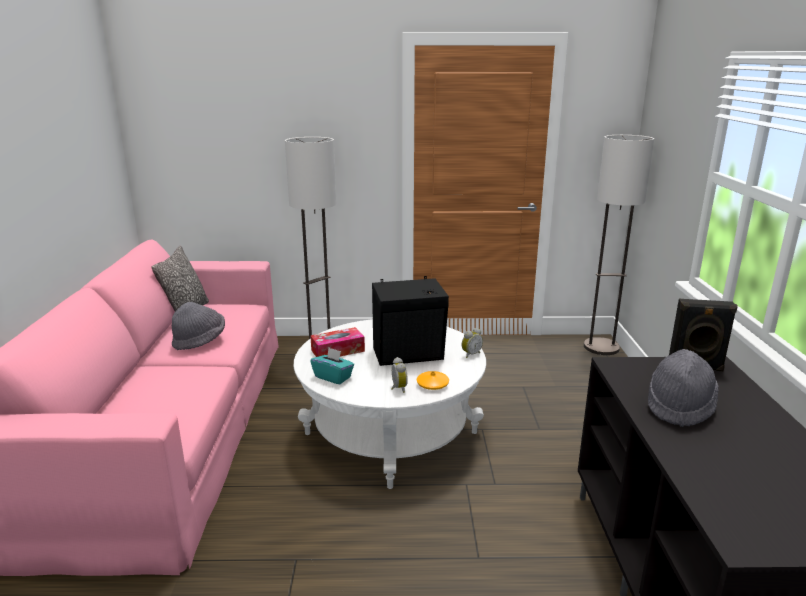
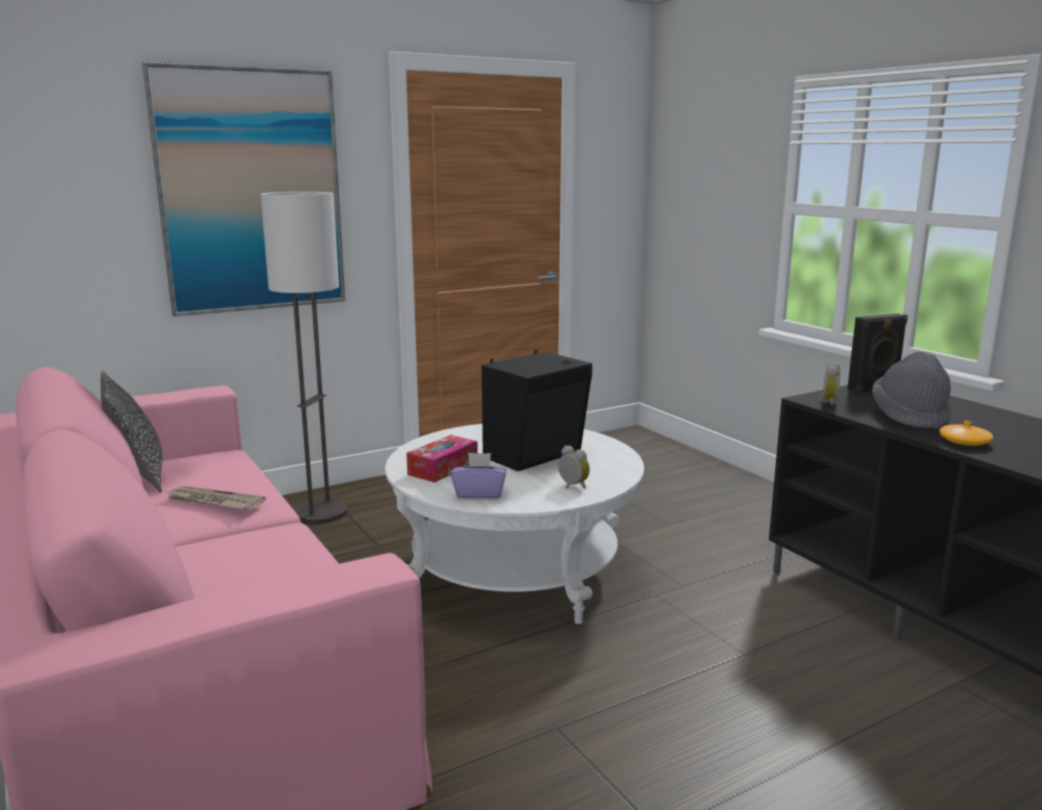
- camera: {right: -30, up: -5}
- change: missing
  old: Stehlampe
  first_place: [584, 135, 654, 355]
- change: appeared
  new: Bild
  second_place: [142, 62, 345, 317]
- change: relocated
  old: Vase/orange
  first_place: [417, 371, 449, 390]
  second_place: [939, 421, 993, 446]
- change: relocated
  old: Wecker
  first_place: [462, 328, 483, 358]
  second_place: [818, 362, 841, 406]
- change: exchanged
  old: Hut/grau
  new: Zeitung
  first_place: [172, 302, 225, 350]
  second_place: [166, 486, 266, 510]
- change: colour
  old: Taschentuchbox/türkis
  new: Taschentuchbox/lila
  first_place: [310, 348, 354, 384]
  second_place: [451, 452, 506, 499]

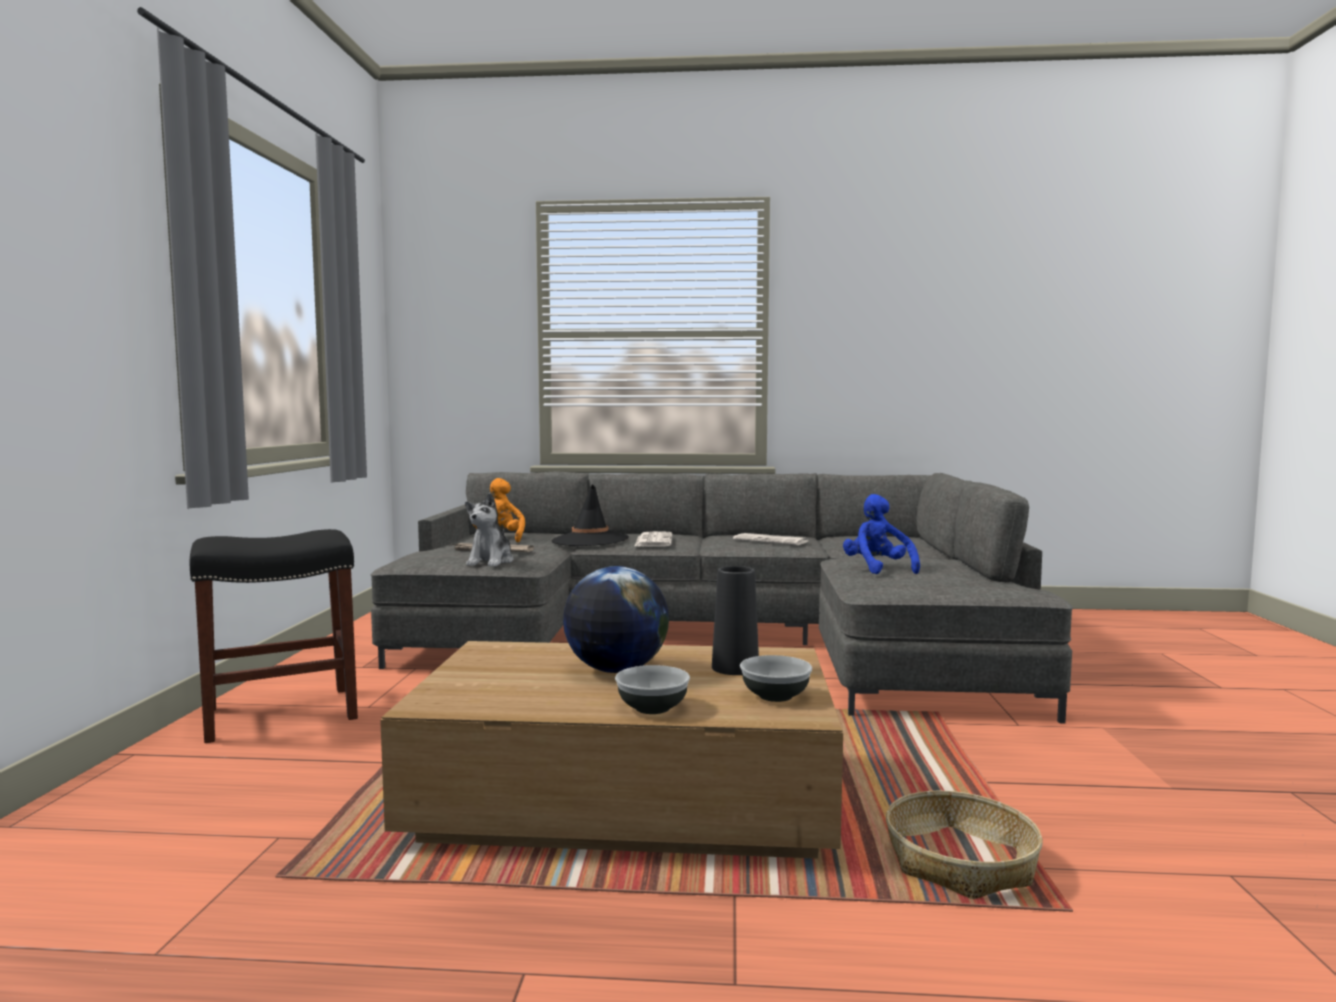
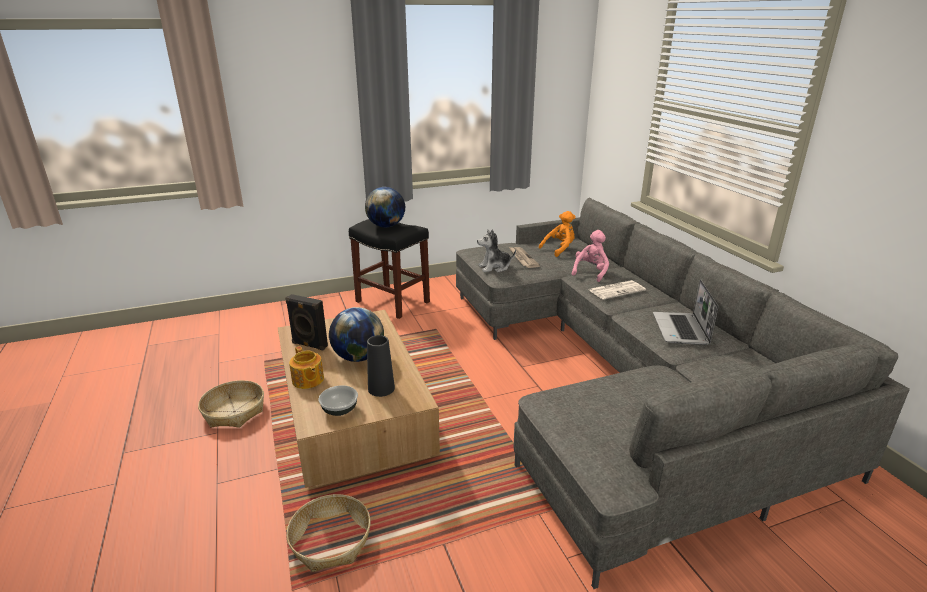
- camera: {right: 65, up: 20}
- change: missing
  old: Plüschtier/blau
  first_place: [843, 494, 920, 574]
- change: appeared
  new: Korb
  second_place: [198, 380, 264, 427]
- change: appeared
  new: Lautsprecher/schwarz
  second_place: [285, 294, 328, 350]
- change: appeared
  new: Globus
  second_place: [365, 187, 405, 227]
- change: exchanged
  old: Hut/schwarz
  new: Plüschtier/rosa
  first_place: [551, 484, 629, 546]
  second_place: [572, 230, 609, 282]
- change: exchanged
  old: Schüssel
  new: Teekanne
  first_place: [615, 665, 690, 714]
  second_place: [289, 346, 324, 389]
- change: exchanged
  old: Zeitung
  new: Laptop
  first_place: [733, 533, 808, 545]
  second_place: [653, 279, 718, 345]

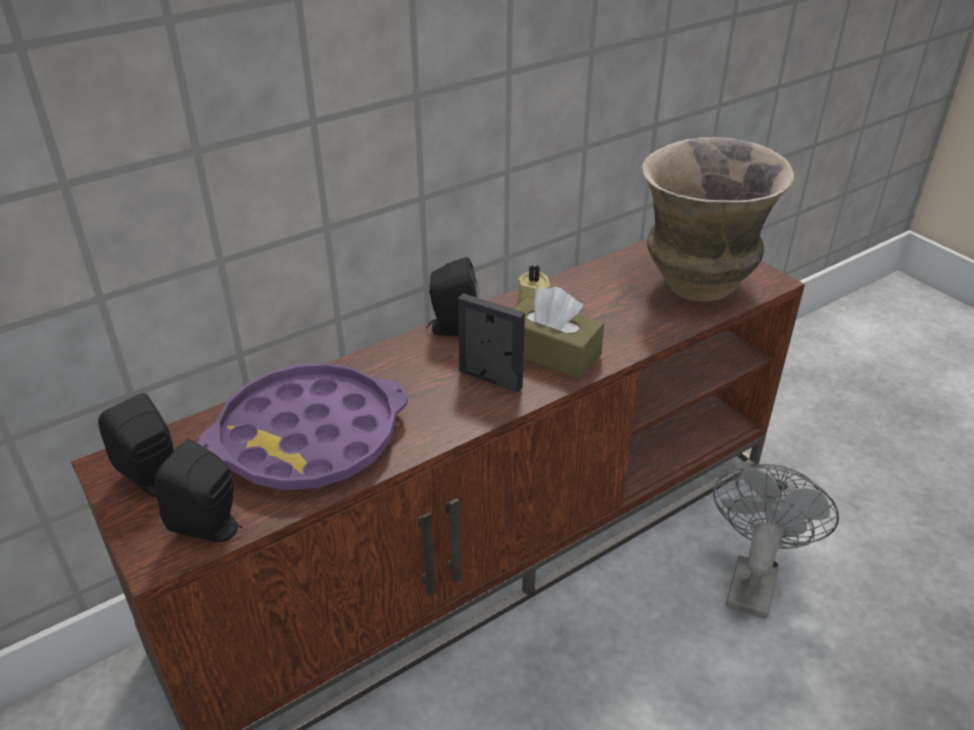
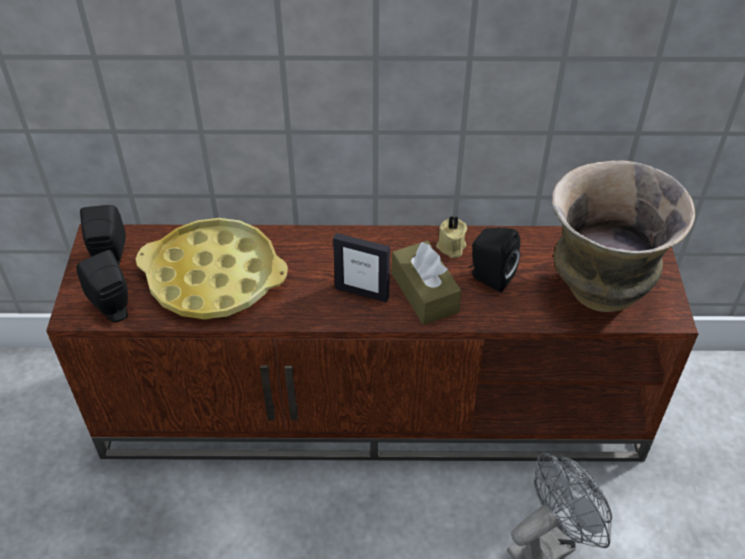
- camera: {right: 35, up: 10}
- change: relocated
  old: Lautsprecher/schwarz
  first_place: [426, 257, 479, 336]
  second_place: [469, 227, 520, 293]
- change: colour
  old: Tablett/lila
  new: Tablett/gelb
  first_place: [198, 363, 408, 490]
  second_place: [136, 218, 288, 319]
- change: spun
  old: Bilderrahmen
  first_place: [458, 293, 525, 392]
  second_place: [333, 233, 390, 303]
  degrees: 135

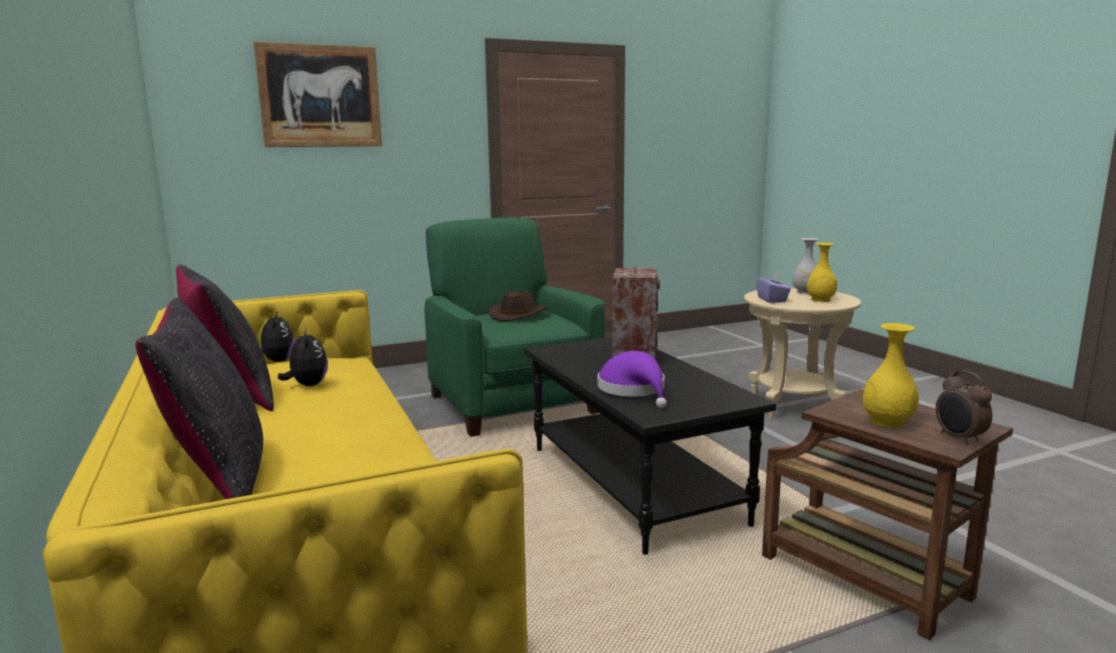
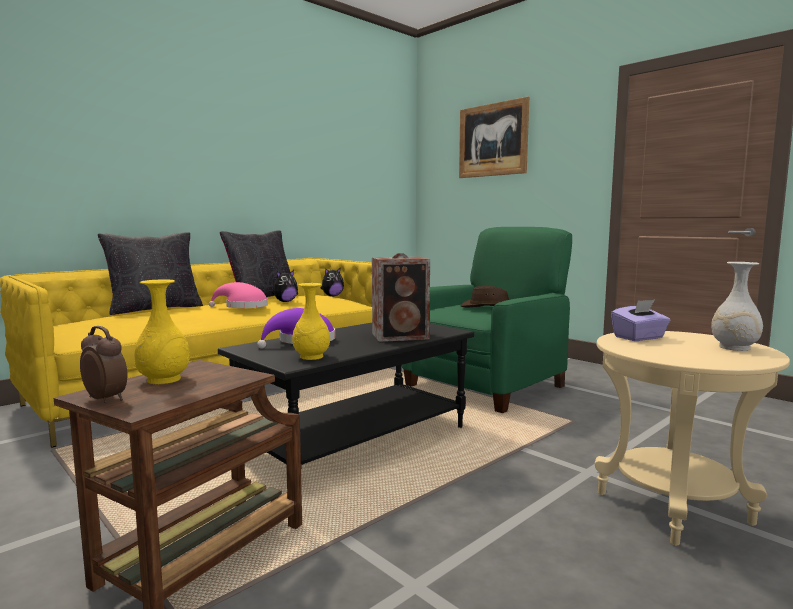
- camera: {right: 70, up: -5}
- change: appeared
  new: Hut/rosa
  second_place: [209, 282, 268, 308]
- change: relocated
  old: Vase/gelb
  first_place: [806, 243, 837, 302]
  second_place: [292, 283, 330, 360]
- change: spun
  old: Wecker
  first_place: [936, 370, 992, 445]
  second_place: [80, 326, 128, 403]
  degrees: 75

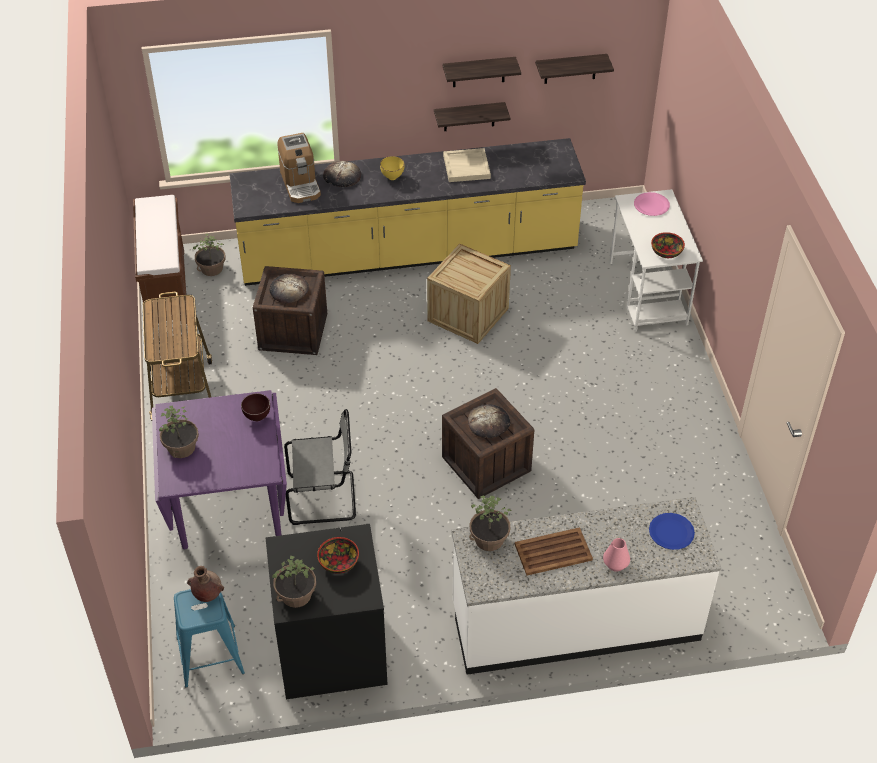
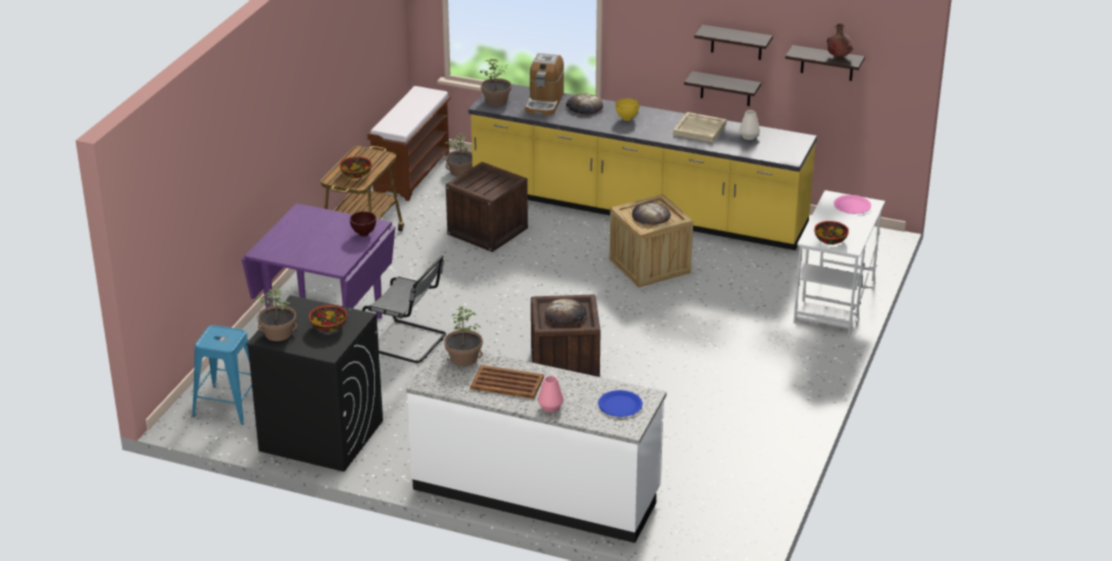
- camera: {right: 30, up: -15}
- change: appeared
  new: Schüssel
  second_place: [339, 157, 372, 178]
- change: appeared
  new: Vase/weiß
  second_place: [739, 110, 760, 140]
- change: relocated
  old: Topfpflanze
  first_place: [159, 405, 199, 458]
  second_place: [480, 59, 511, 106]
- change: relocated
  old: Vase/braun
  first_place: [187, 566, 224, 602]
  second_place: [827, 23, 853, 57]
- change: relocated
  old: Brot
  first_place: [269, 274, 309, 303]
  second_place: [632, 202, 671, 225]

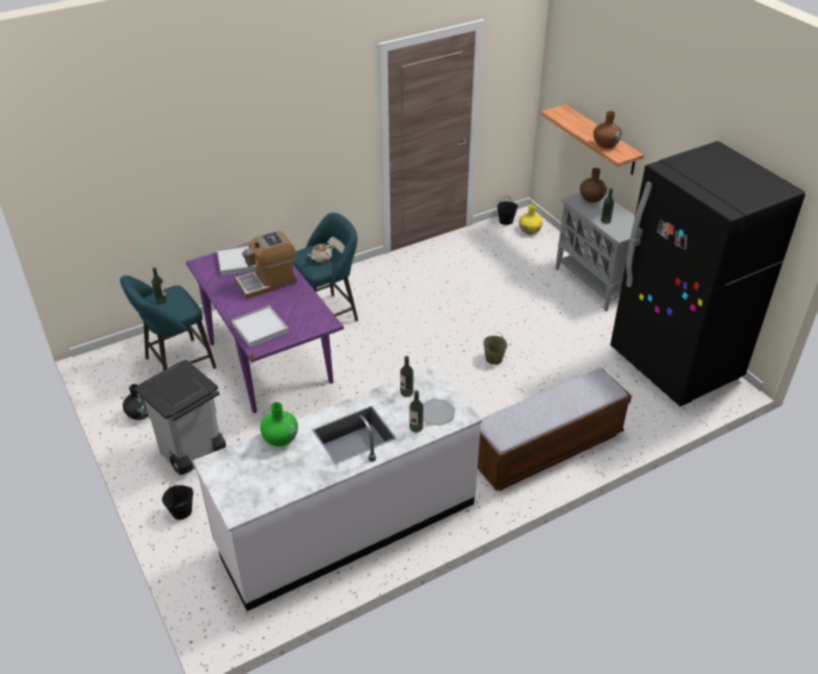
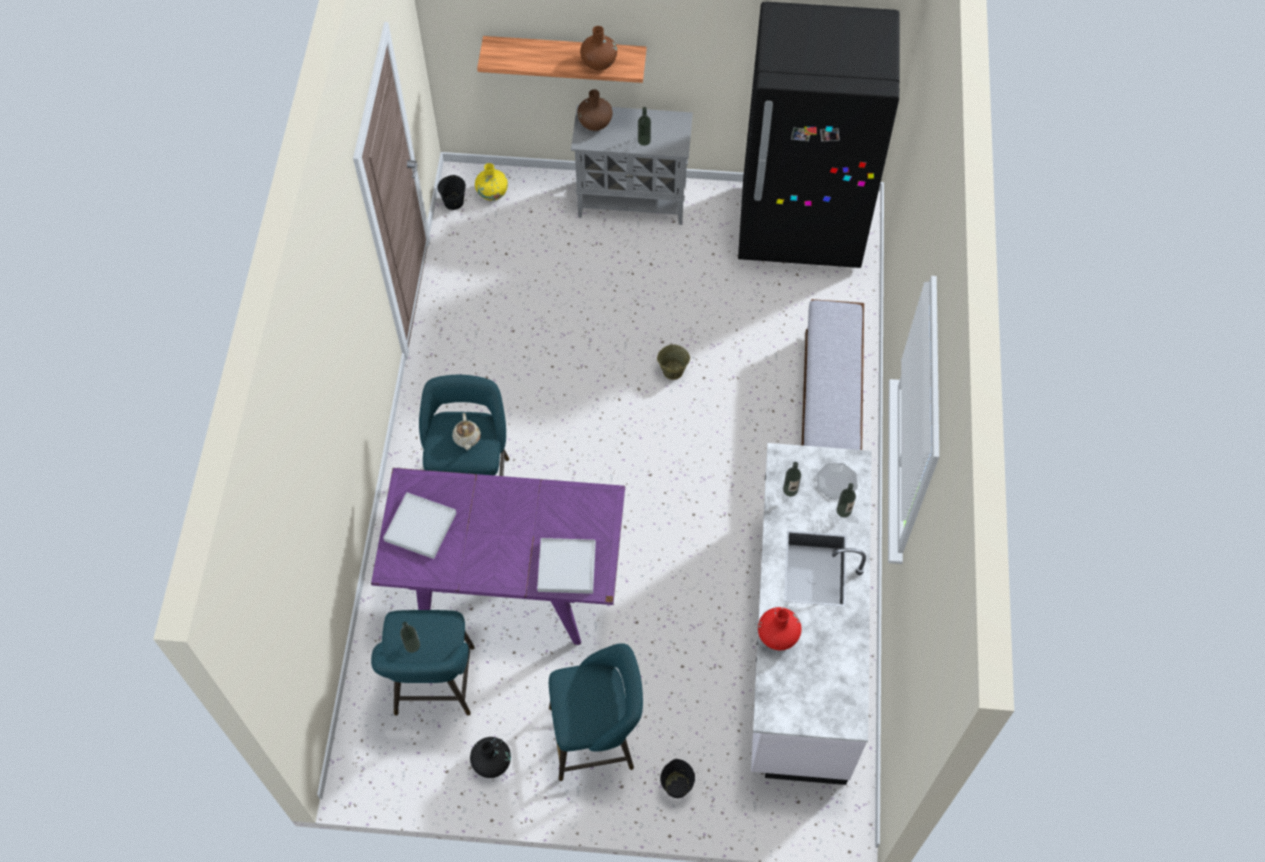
- camera: {right: -55, up: 20}
- change: missing
  old: Kaffeemaschine
  first_place: [235, 231, 297, 299]
- change: exchanged
  old: Mülleimer/grau
  new: Hocker/türkis
  first_place: [135, 360, 226, 475]
  second_place: [549, 643, 643, 781]
- change: colour
  old: Vase/grün
  new: Vase/rot
  first_place: [260, 402, 298, 446]
  second_place: [758, 607, 801, 650]

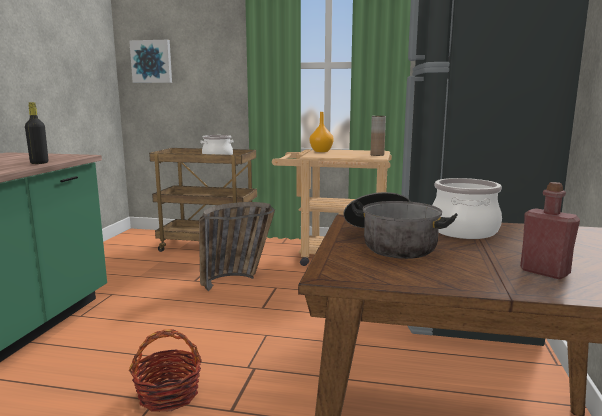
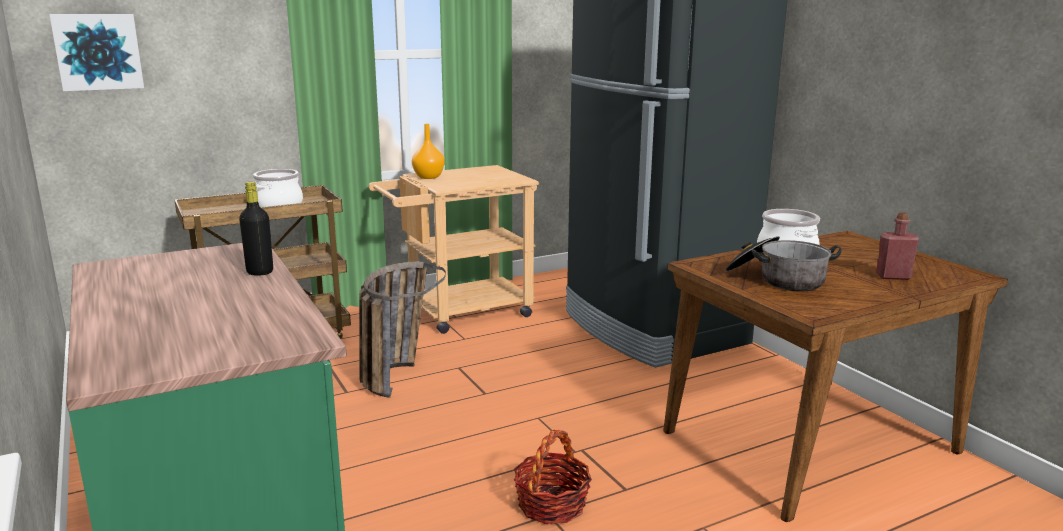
- camera: {right: -40, up: 5}
- change: missing
  old: Vase/braun
  first_place: [371, 116, 386, 156]

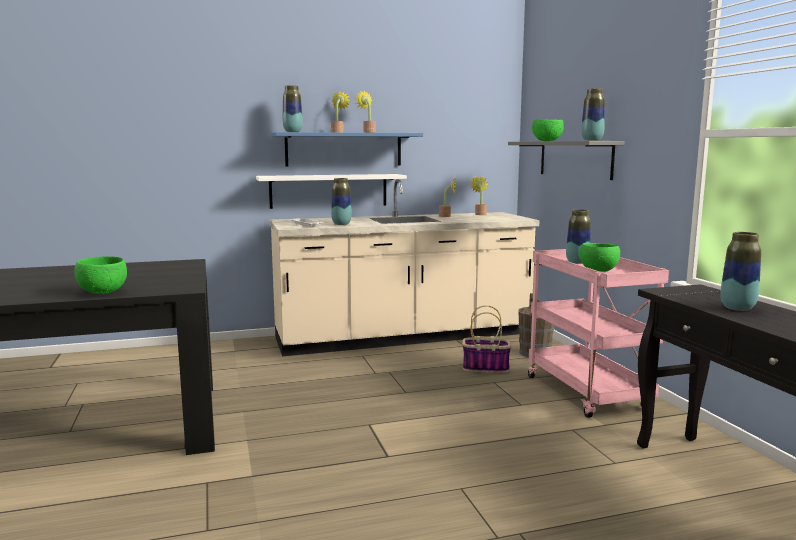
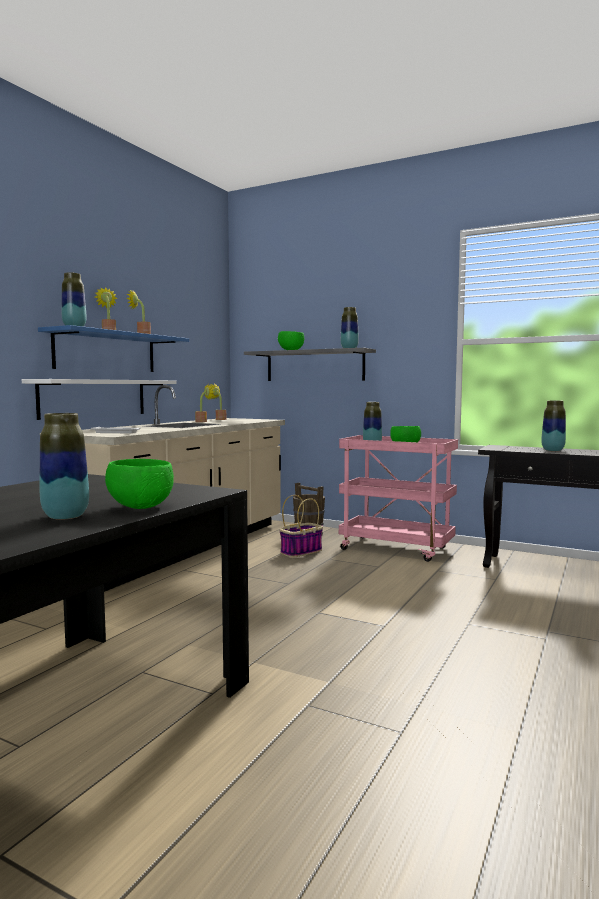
- camera: {right: -45, up: -5}
- change: relocated
  old: Vase
  first_place: [331, 178, 352, 225]
  second_place: [40, 413, 89, 520]

